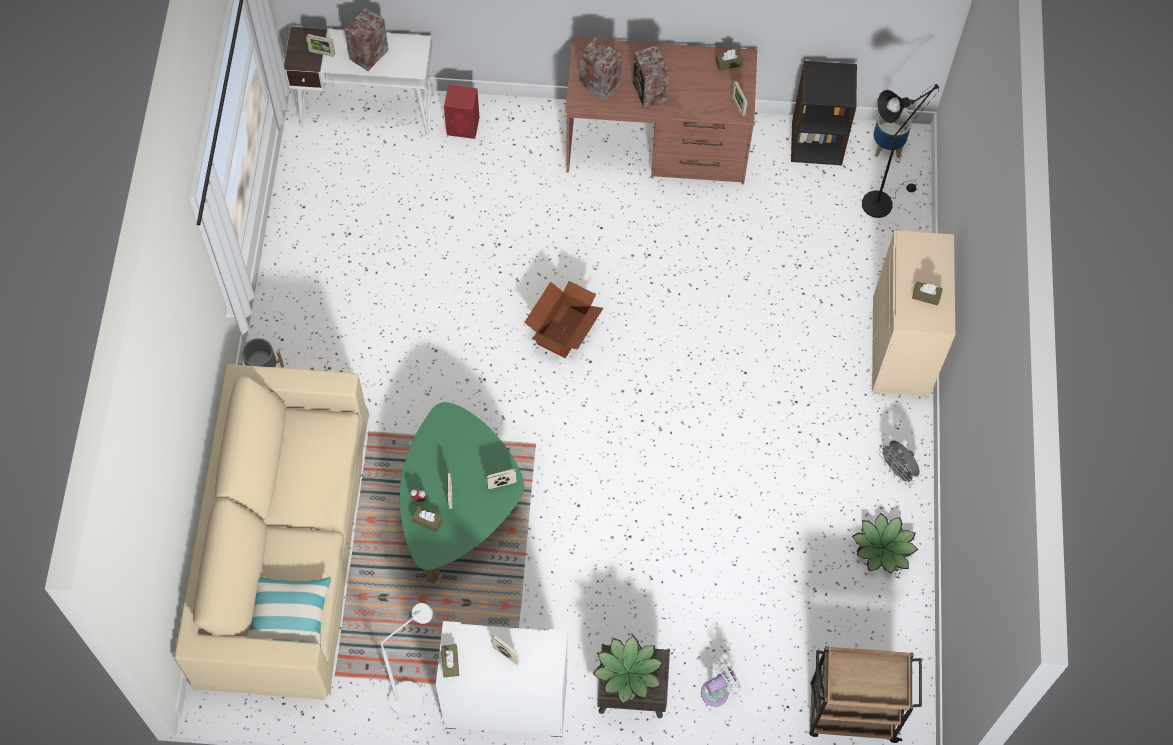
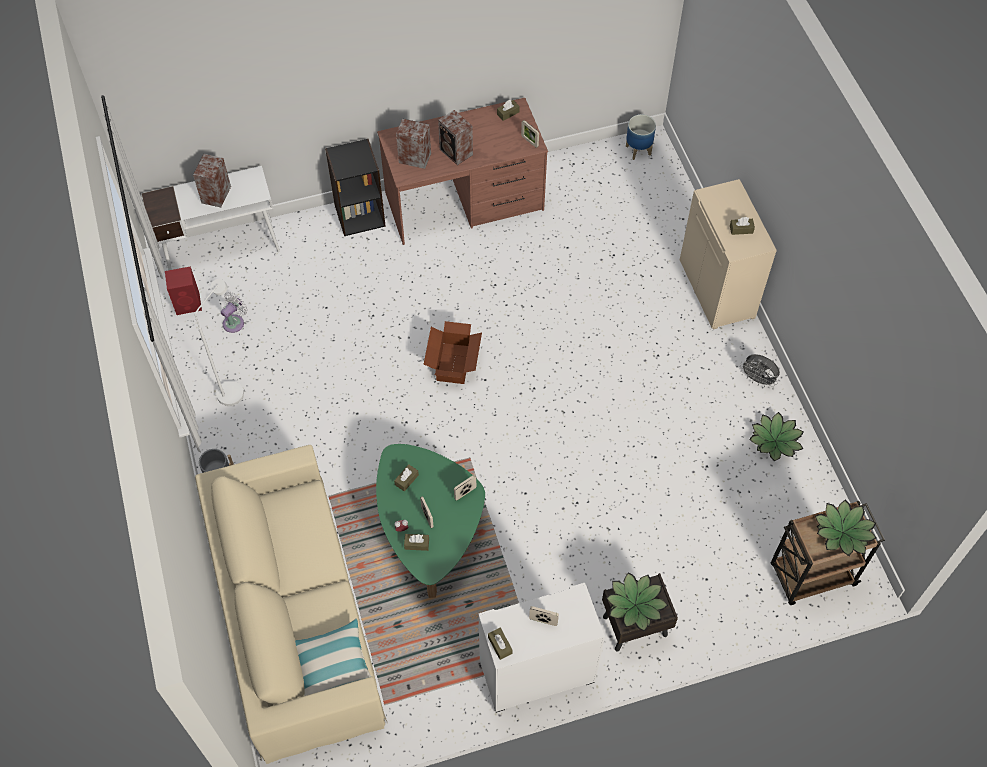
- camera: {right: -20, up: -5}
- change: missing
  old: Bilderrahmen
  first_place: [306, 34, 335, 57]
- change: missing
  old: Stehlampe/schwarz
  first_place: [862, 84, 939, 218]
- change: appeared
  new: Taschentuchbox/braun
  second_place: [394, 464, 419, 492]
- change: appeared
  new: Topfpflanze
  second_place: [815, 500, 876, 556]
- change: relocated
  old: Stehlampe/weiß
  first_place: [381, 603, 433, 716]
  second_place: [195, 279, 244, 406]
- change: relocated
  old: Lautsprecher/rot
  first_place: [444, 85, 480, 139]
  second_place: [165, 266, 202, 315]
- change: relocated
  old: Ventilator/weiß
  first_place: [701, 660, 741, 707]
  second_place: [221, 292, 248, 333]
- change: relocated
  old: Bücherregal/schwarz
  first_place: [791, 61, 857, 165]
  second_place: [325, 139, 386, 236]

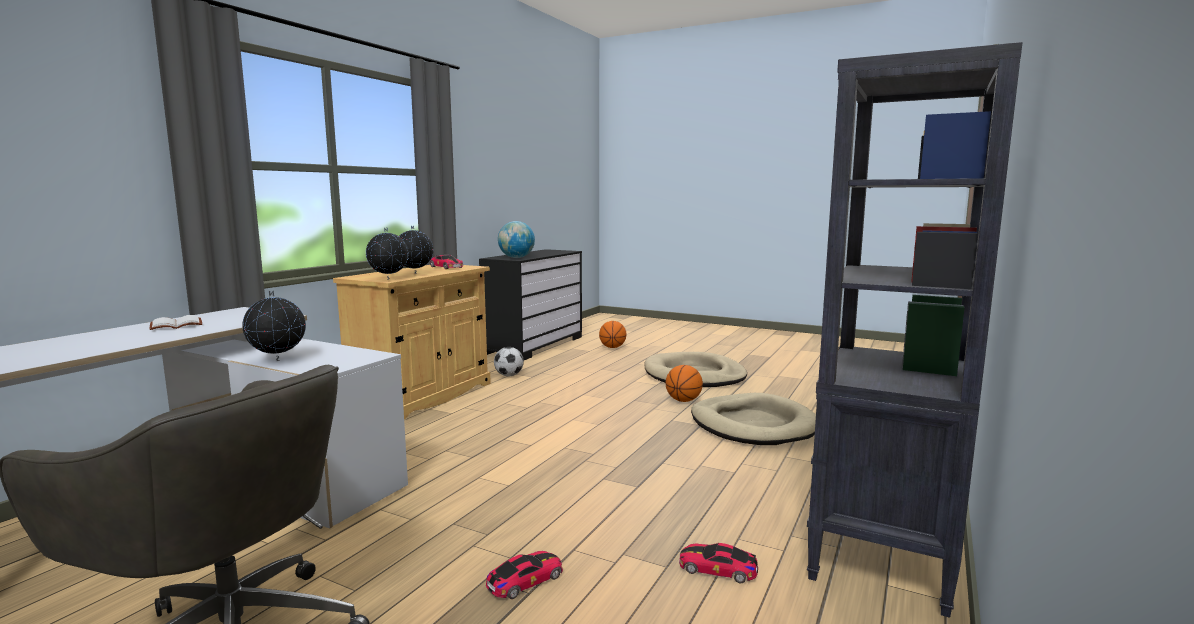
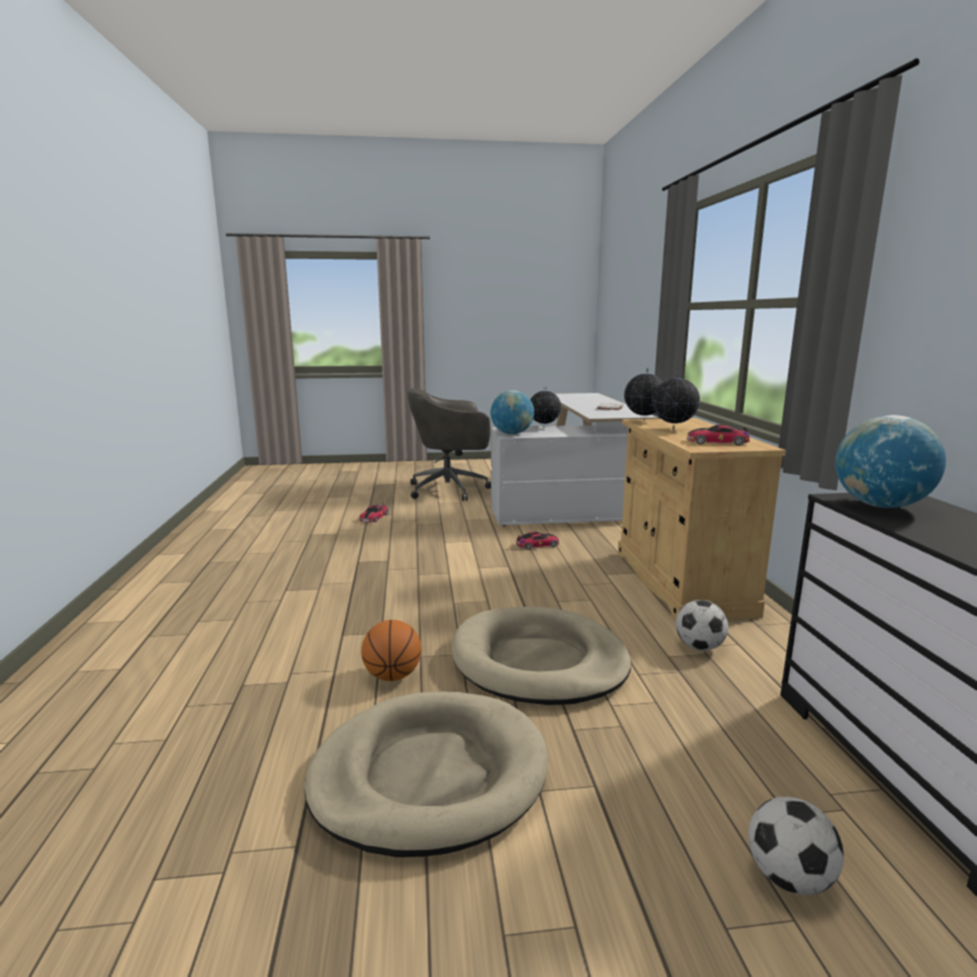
- camera: {right: 145, up: 5}
- change: missing
  old: Bücherregal/schwarz
  first_place: [807, 42, 1023, 618]
- change: appeared
  new: Globus
  second_place: [491, 390, 534, 434]
- change: relocated
  old: Spielzeugauto
  first_place: [679, 543, 758, 583]
  second_place: [516, 532, 559, 550]
- change: relocated
  old: Hundebett/beige
  first_place: [691, 393, 816, 445]
  second_place: [452, 607, 631, 705]
- change: exchanged
  old: Basketball
  new: Fußball
  first_place: [599, 321, 626, 348]
  second_place: [748, 797, 844, 895]

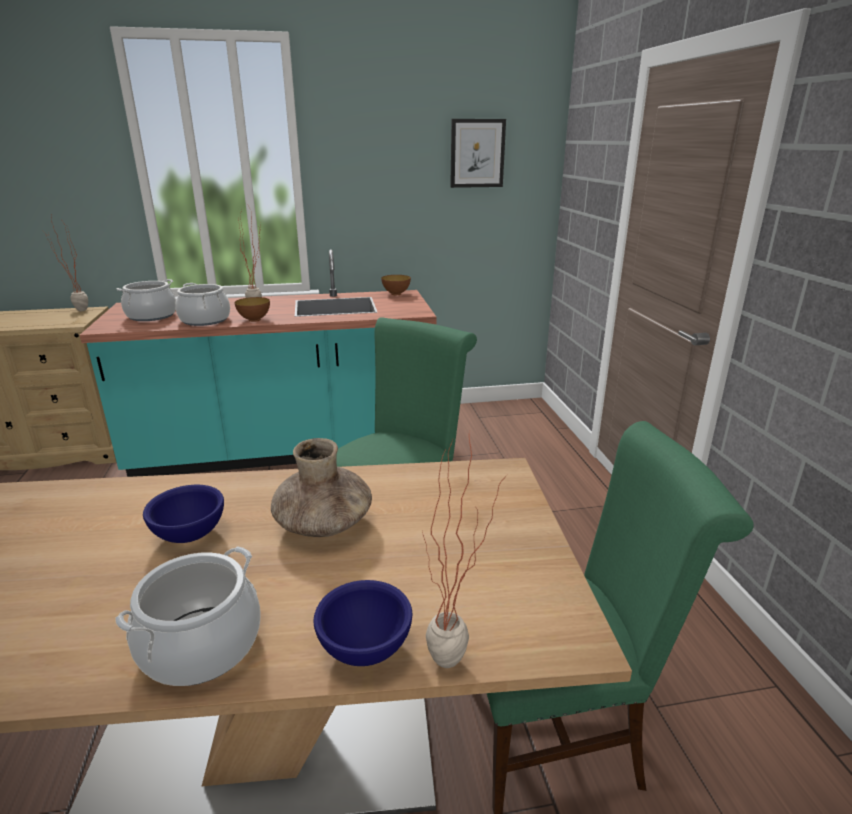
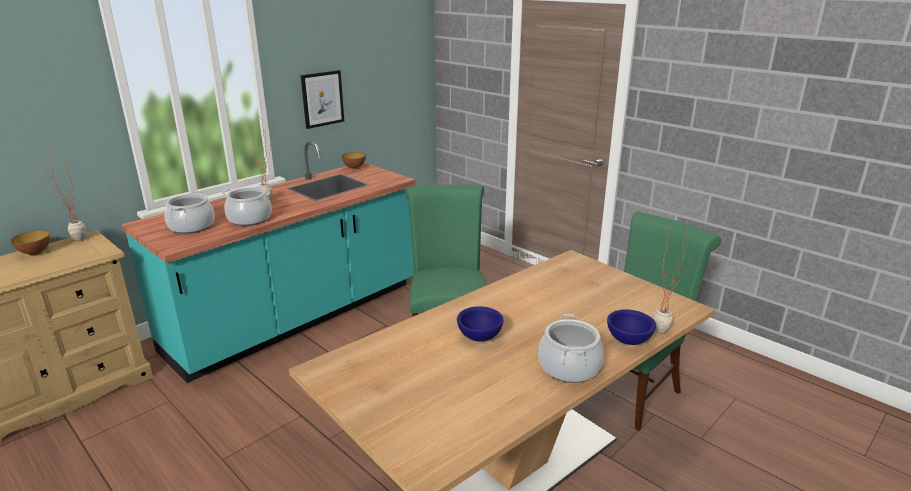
- camera: {right: -35, up: 0}
- change: missing
  old: Vase/braun
  first_place: [271, 438, 372, 537]
- change: relocated
  old: Schüssel
  first_place: [234, 297, 270, 322]
  second_place: [11, 230, 50, 256]
- change: relocated
  old: Bild
  first_place: [450, 119, 506, 188]
  second_place: [301, 70, 344, 129]

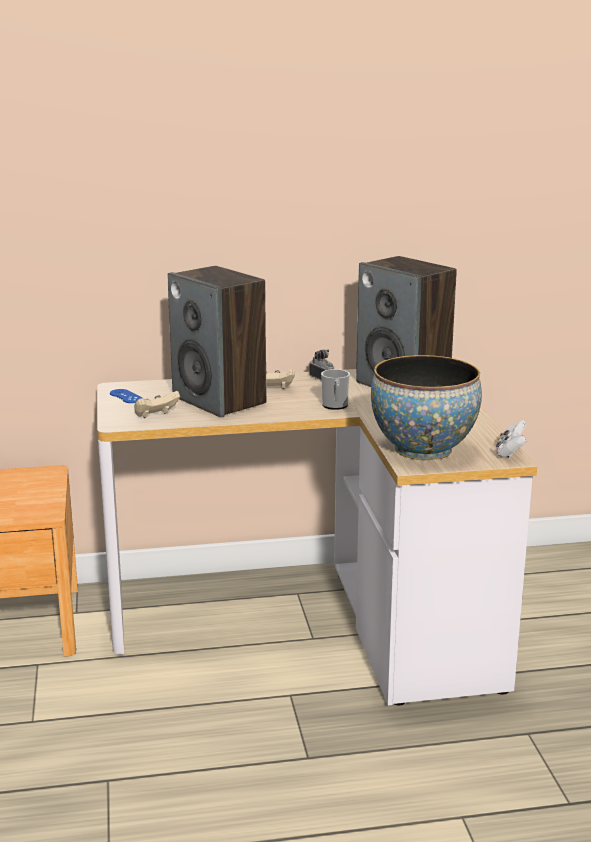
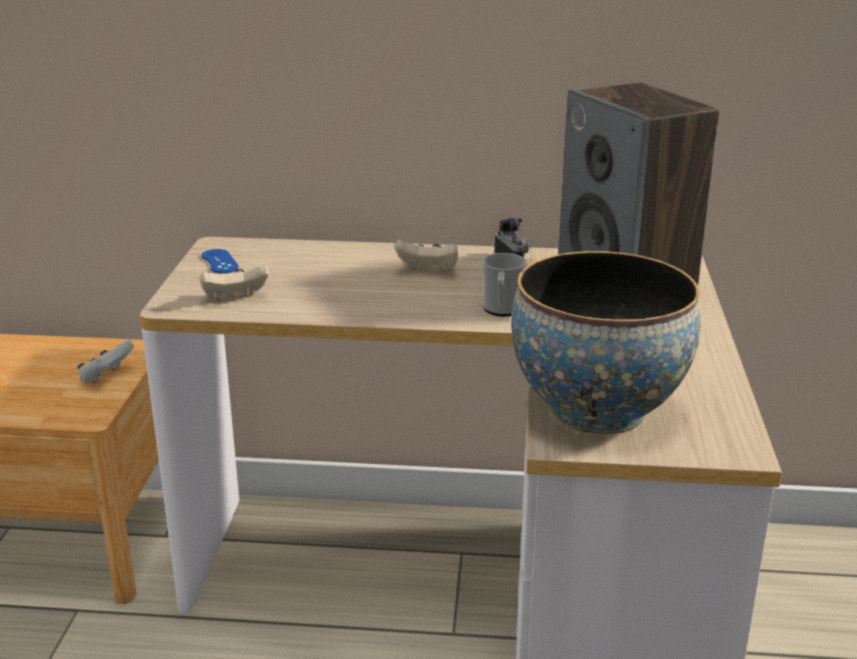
- camera: {right: 15, up: 5}
- change: missing
  old: Lautsprecher
  first_place: [168, 266, 266, 417]
- change: relocated
  old: Gamepad/weiß
  first_place: [496, 420, 527, 458]
  second_place: [77, 339, 134, 383]

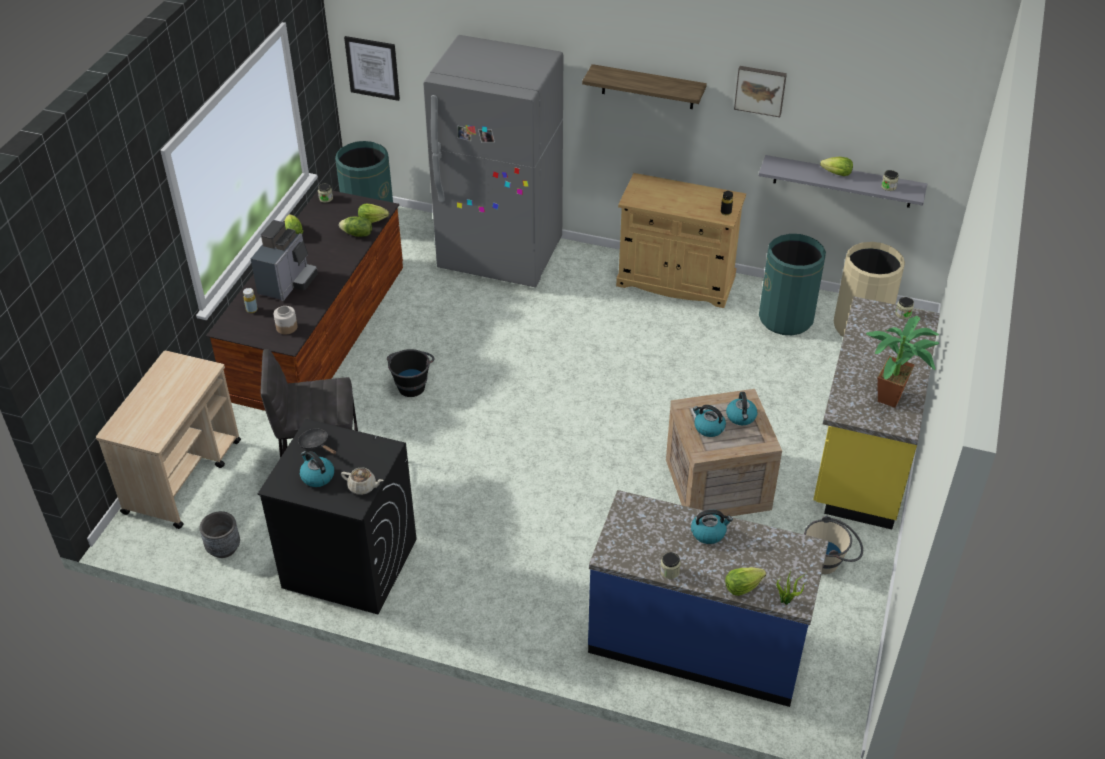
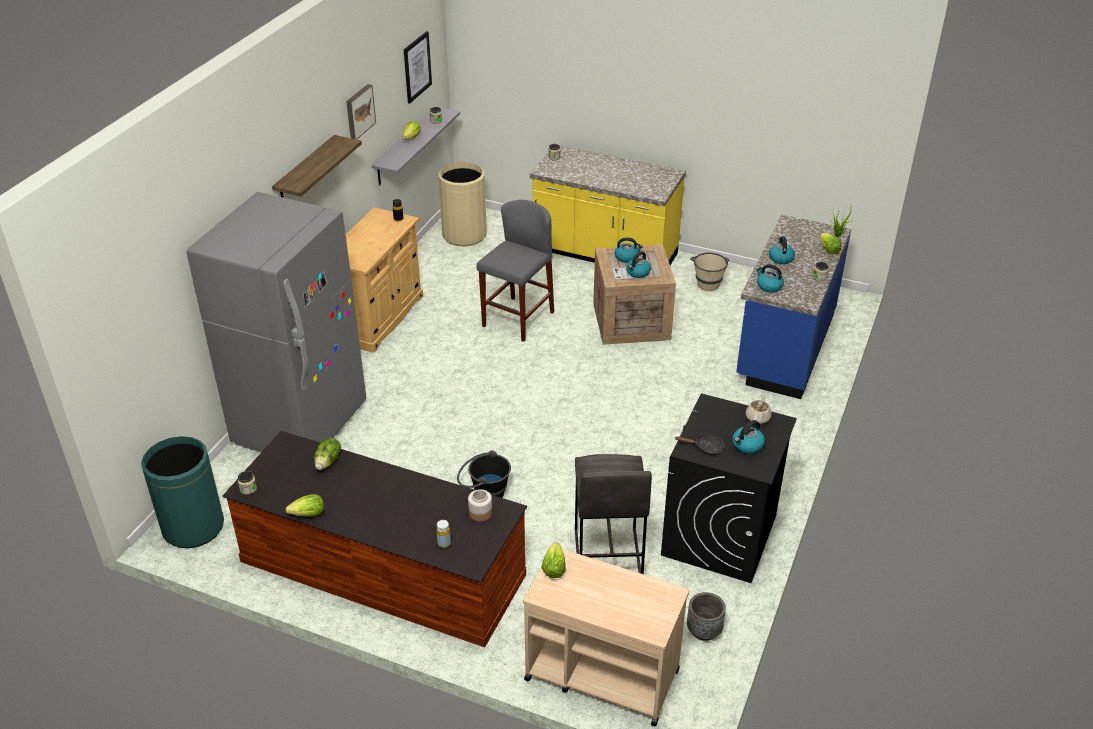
- camera: {right: -85, up: -5}
- change: missing
  old: Kaffeemaschine
  first_place: [251, 220, 318, 301]
- change: missing
  old: Mülleimer/grün
  first_place: [759, 234, 826, 335]
- change: missing
  old: Topfpflanze
  first_place: [866, 316, 939, 408]
- change: appeared
  new: Hocker/grau
  second_place: [476, 200, 554, 342]
- change: appeared
  new: Wasserkessel
  second_place: [756, 264, 784, 293]
- change: relocated
  old: Bild
  first_place: [344, 36, 400, 101]
  second_place: [404, 31, 432, 104]
- change: relocated
  old: Salatkopf
  first_place: [358, 204, 389, 223]
  second_place: [541, 542, 566, 578]
- change: spun
  old: Pfanne/schwarz
  first_place: [298, 429, 336, 455]
  second_place: [675, 433, 725, 455]
  degrees: -135

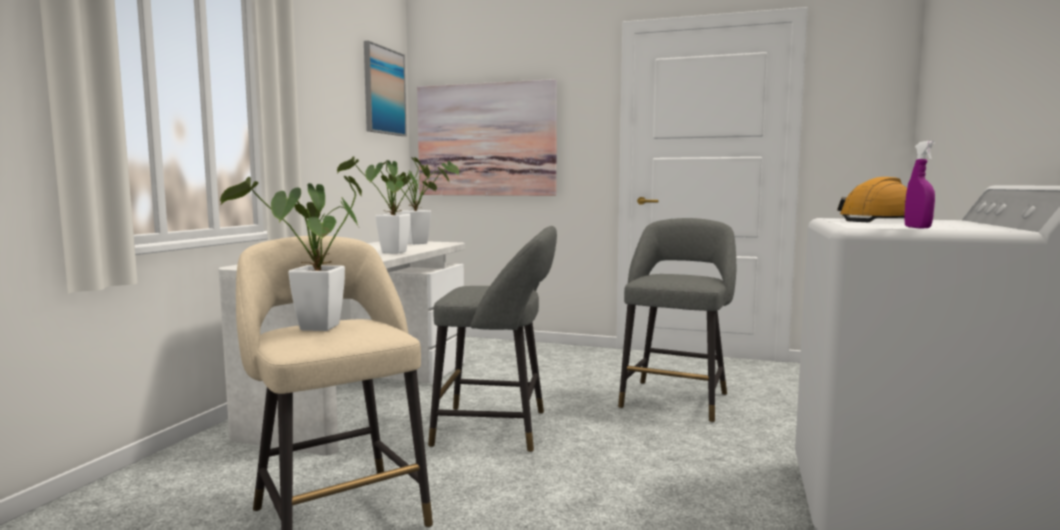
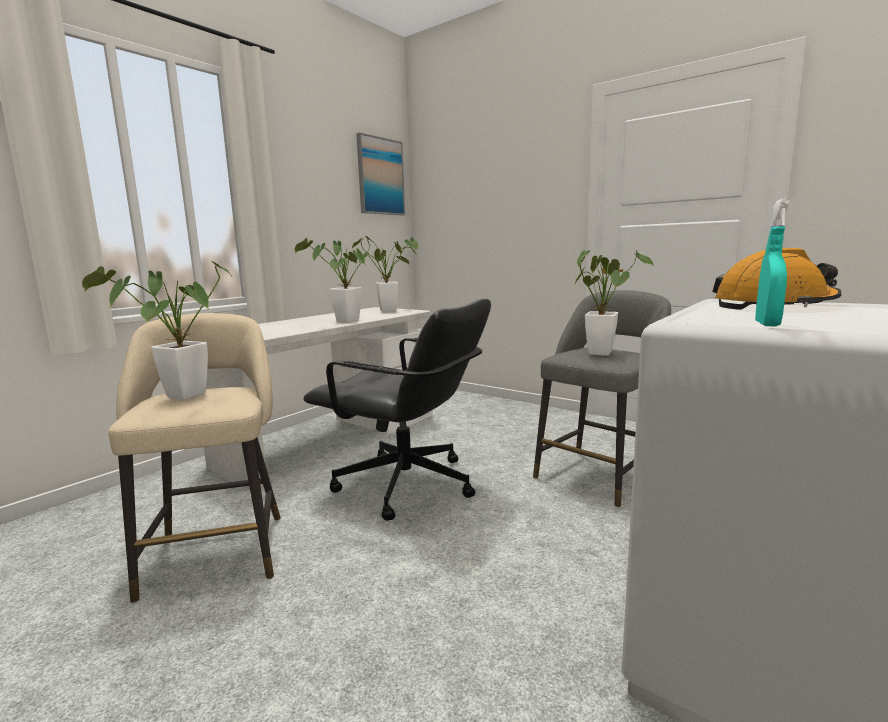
- camera: {right: 20, up: 5}
- change: missing
  old: Bild
  first_place: [417, 79, 557, 196]
- change: appeared
  new: Topfpflanze
  second_place: [574, 250, 654, 356]
- change: exchanged
  old: Hocker/grau
  new: Bürostuhl/schwarz
  first_place: [428, 226, 557, 452]
  second_place: [303, 299, 491, 521]
- change: colour
  old: Sprühflasche/lila
  new: Sprühflasche/türkis
  first_place: [904, 141, 935, 229]
  second_place: [755, 198, 790, 326]

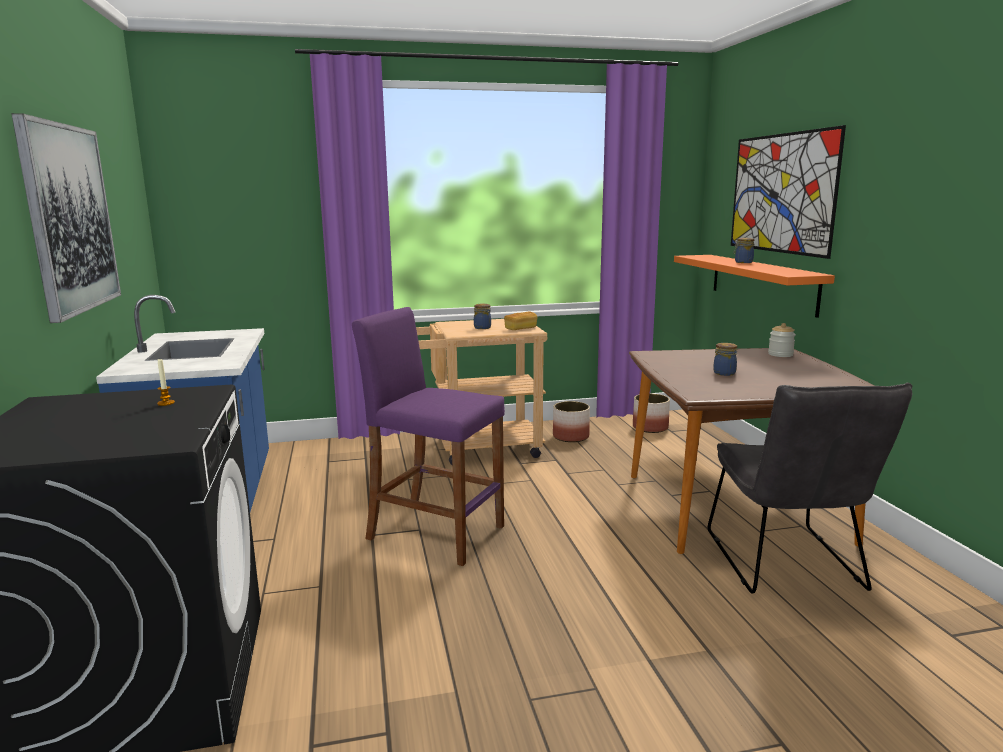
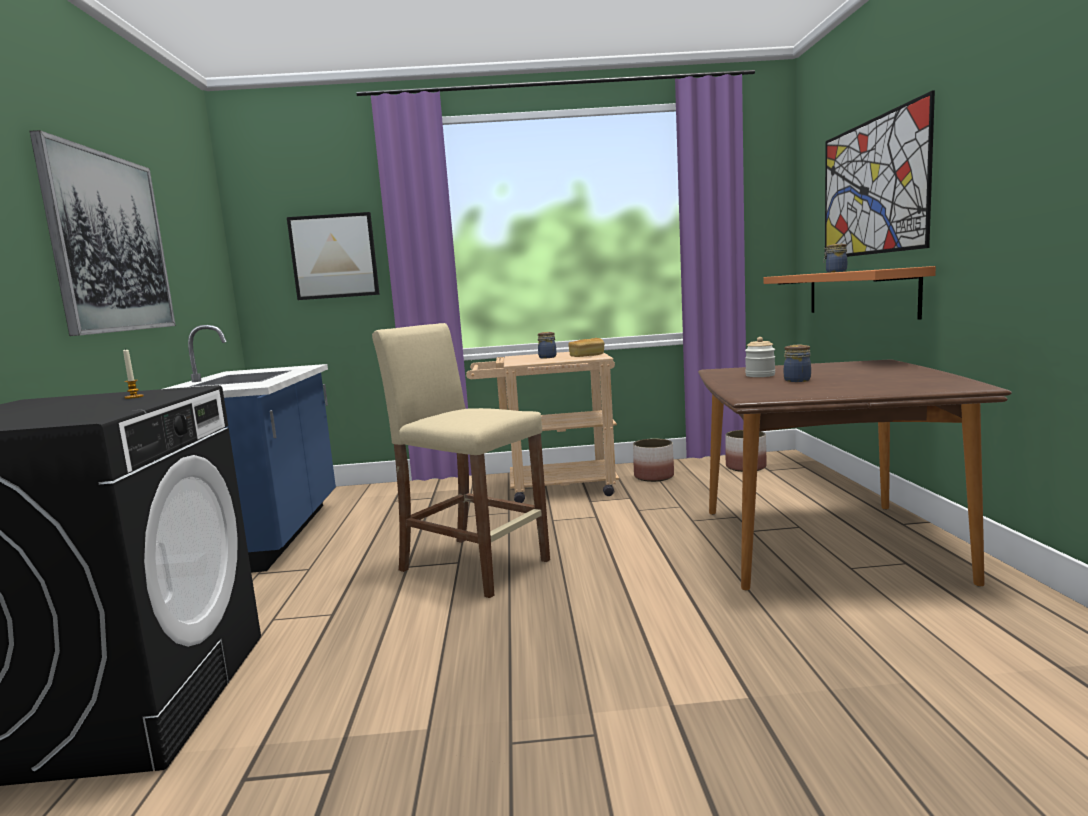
- camera: {right: 10, up: -5}
- change: missing
  old: Stuhl/grau
  first_place: [708, 382, 912, 594]
- change: appeared
  new: Bild
  second_place: [287, 212, 380, 300]
- change: relocated
  old: Vorratsglas
  first_place: [768, 323, 796, 357]
  second_place: [745, 337, 775, 377]
- change: colour
  old: Hocker/lila
  new: Hocker/beige
  first_place: [352, 307, 505, 566]
  second_place: [372, 323, 550, 598]

